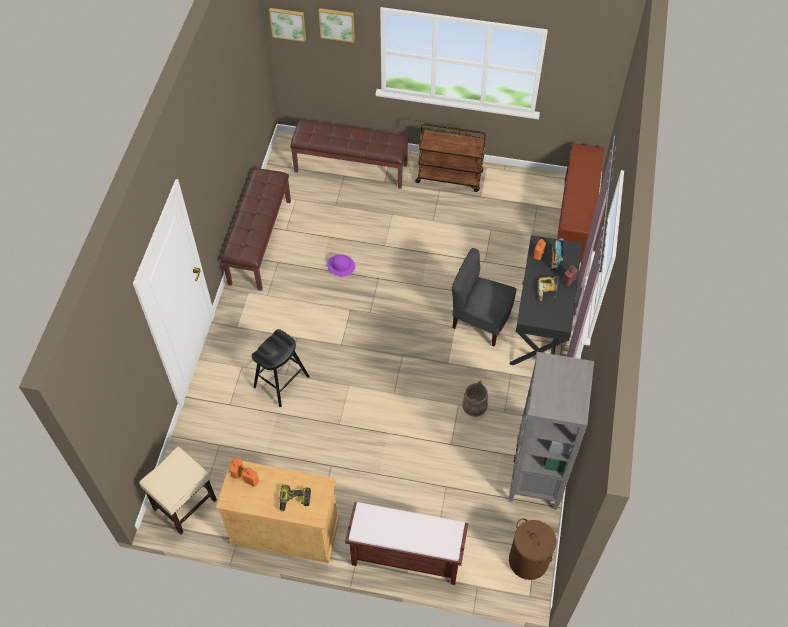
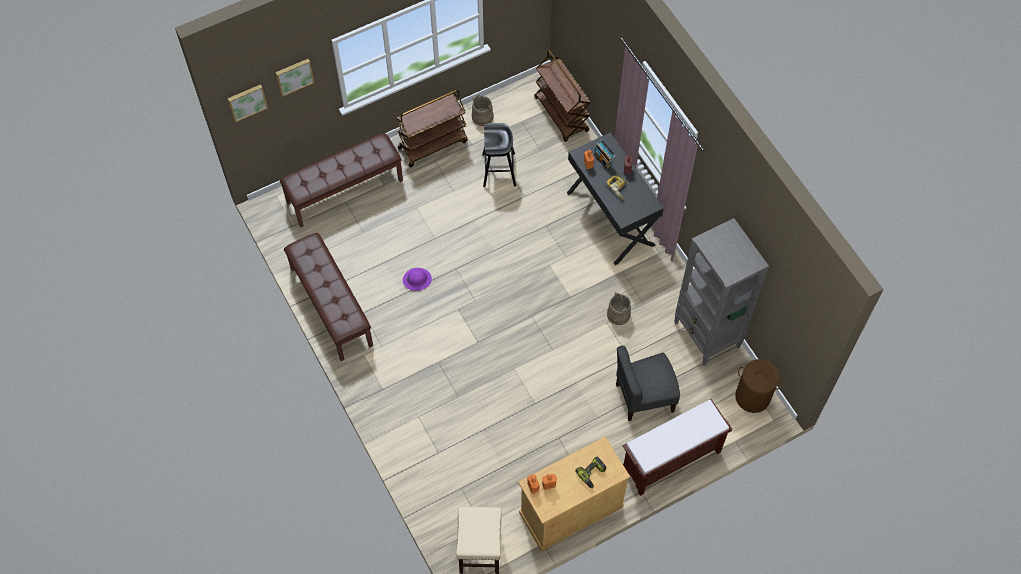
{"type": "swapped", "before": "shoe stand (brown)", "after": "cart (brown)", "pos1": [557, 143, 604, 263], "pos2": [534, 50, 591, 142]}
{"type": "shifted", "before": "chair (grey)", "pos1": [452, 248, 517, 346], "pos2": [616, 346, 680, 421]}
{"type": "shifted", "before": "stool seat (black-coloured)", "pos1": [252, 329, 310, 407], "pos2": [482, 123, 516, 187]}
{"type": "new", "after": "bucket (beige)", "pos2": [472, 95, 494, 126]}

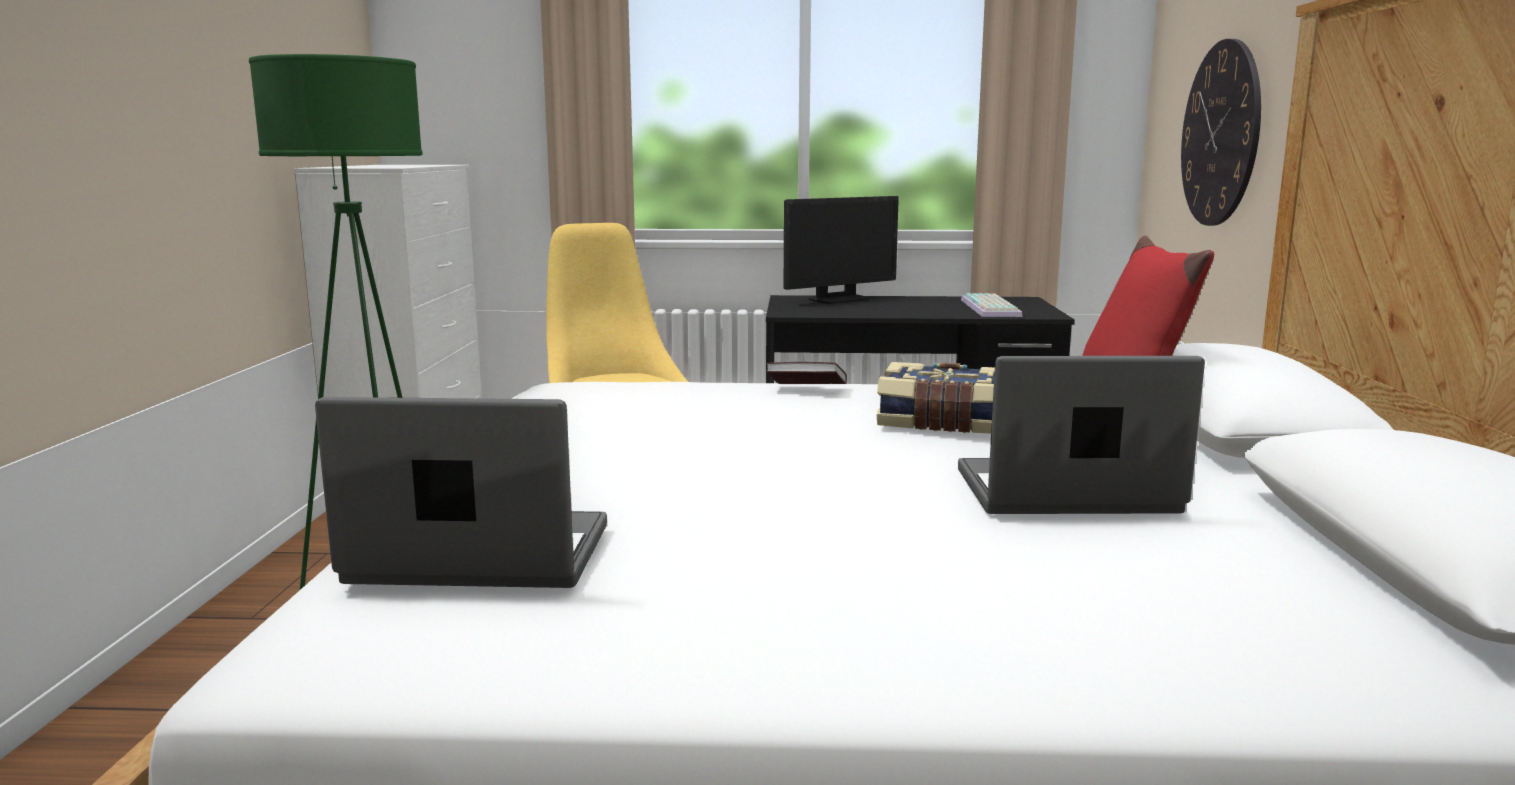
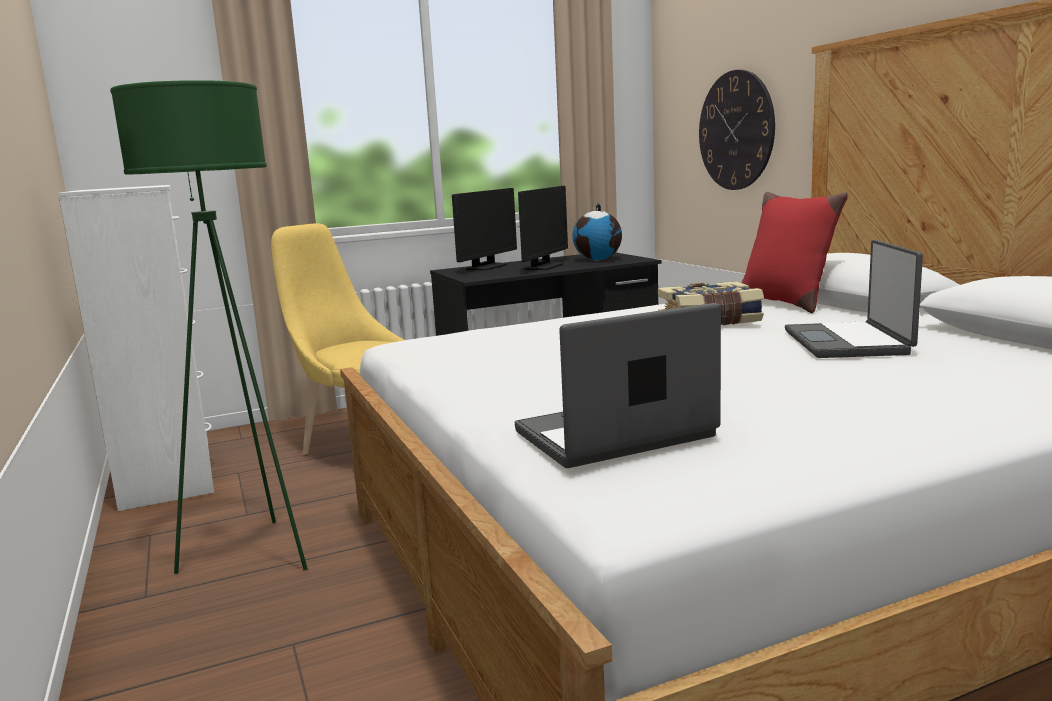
{"type": "swapped", "before": "keyboard", "after": "world globe", "pos1": [961, 293, 1023, 317], "pos2": [573, 204, 622, 261]}
{"type": "rotated", "before": "portable computer", "pos1": [958, 356, 1205, 514], "pos2": [785, 240, 923, 358], "turn": -60}
{"type": "gone", "before": "bound book", "pos1": [766, 362, 847, 384]}
{"type": "new", "after": "computer screen", "pos2": [518, 186, 568, 270]}

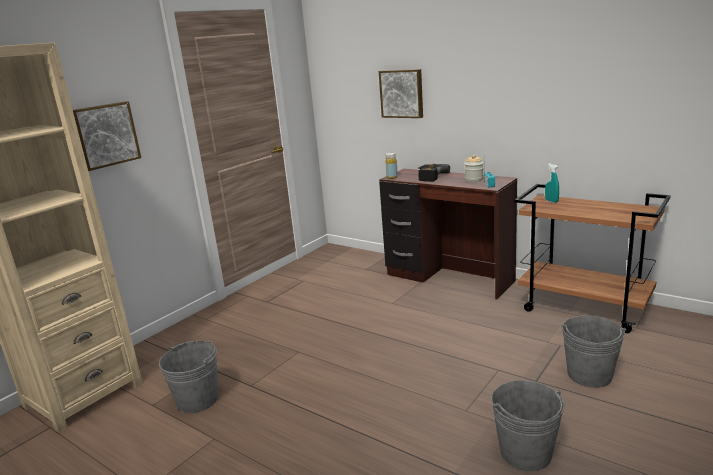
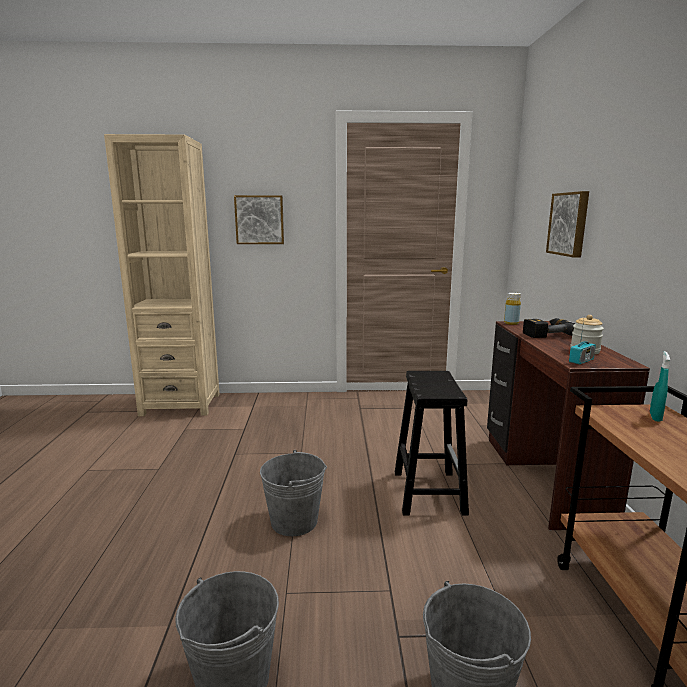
{"type": "shifted", "before": "bucket (grey)", "pos1": [159, 340, 218, 413], "pos2": [260, 450, 327, 536]}
{"type": "new", "after": "stool seat (black-coloured)", "pos2": [395, 371, 469, 516]}

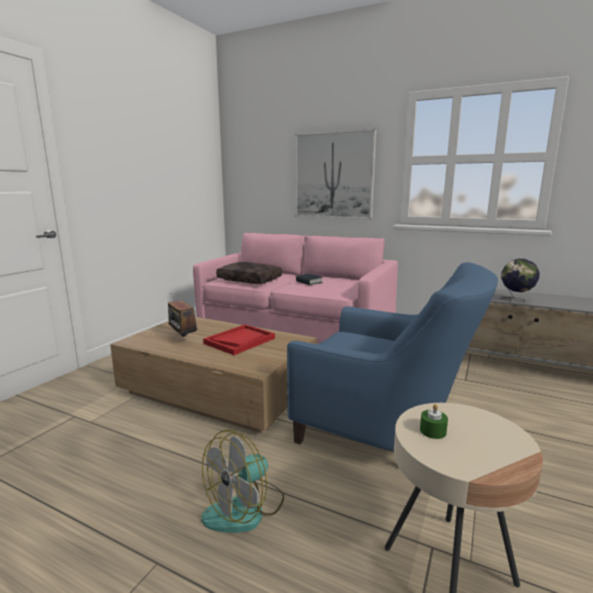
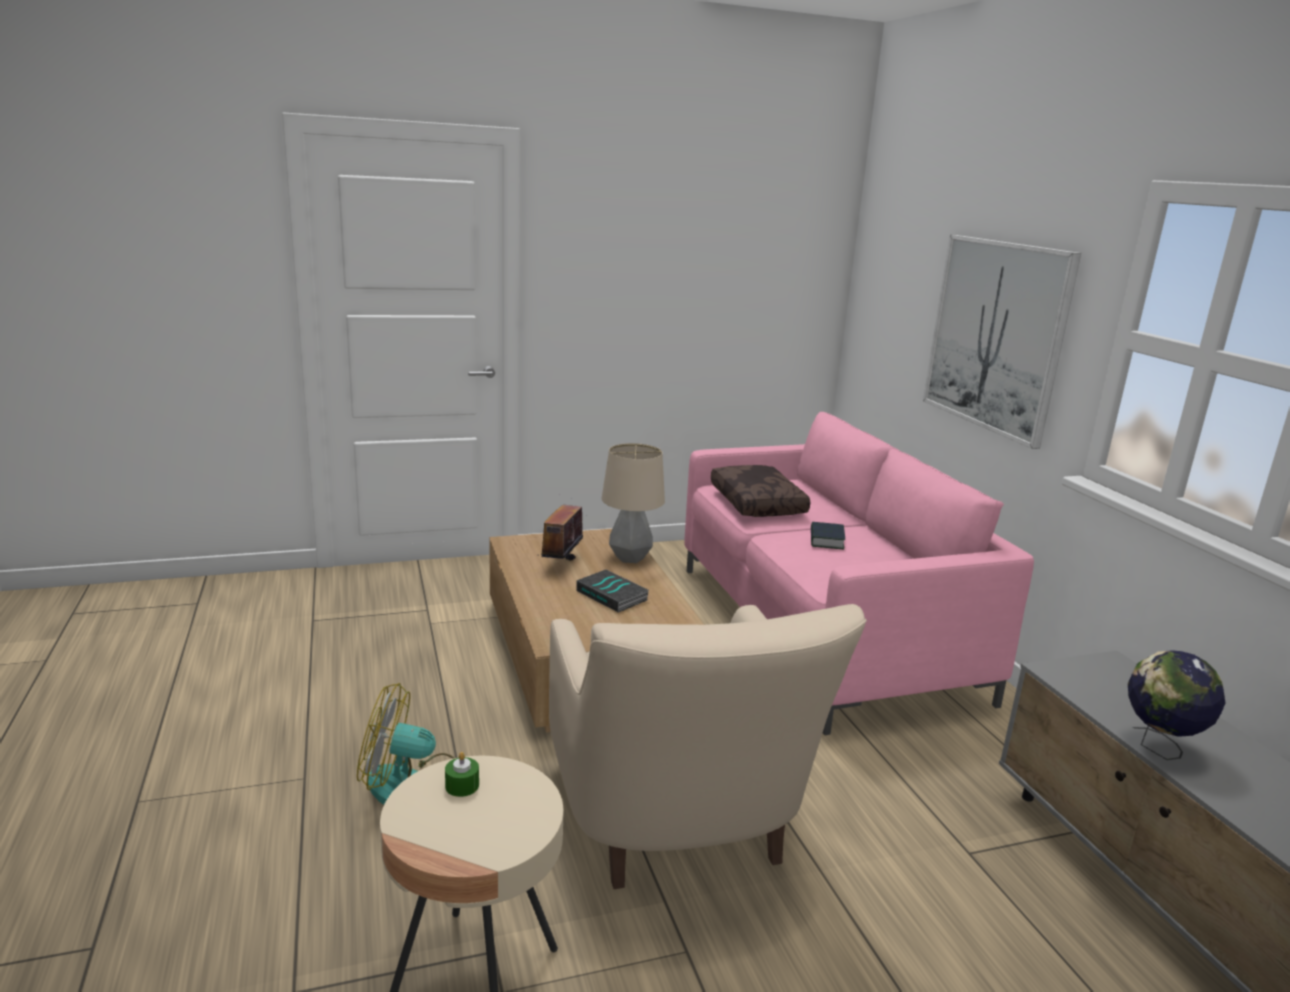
{"type": "repainted", "before": "armchair (blue)", "after": "armchair (beige)", "pos1": [287, 262, 498, 451], "pos2": [549, 604, 867, 889]}
{"type": "swapped", "before": "tray (red-coloured)", "after": "bound book", "pos1": [203, 324, 275, 355], "pos2": [577, 570, 649, 613]}
{"type": "new", "after": "lamp for a table", "pos2": [601, 443, 665, 563]}

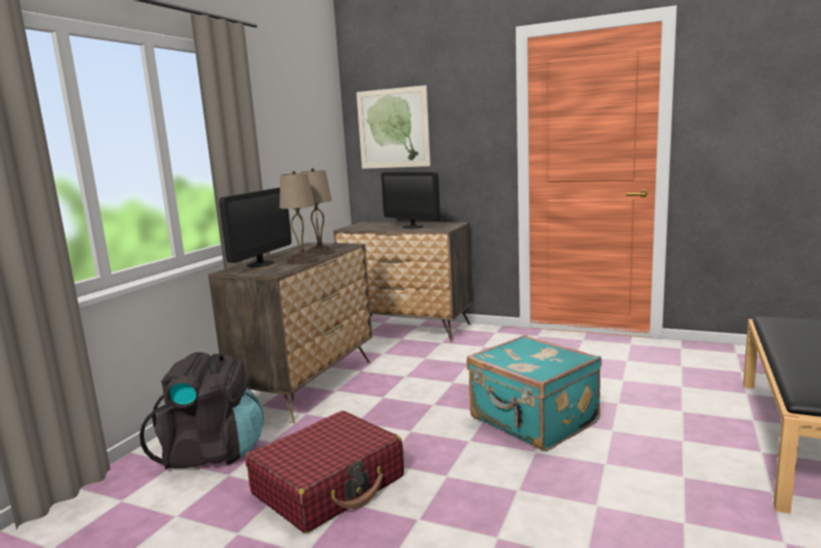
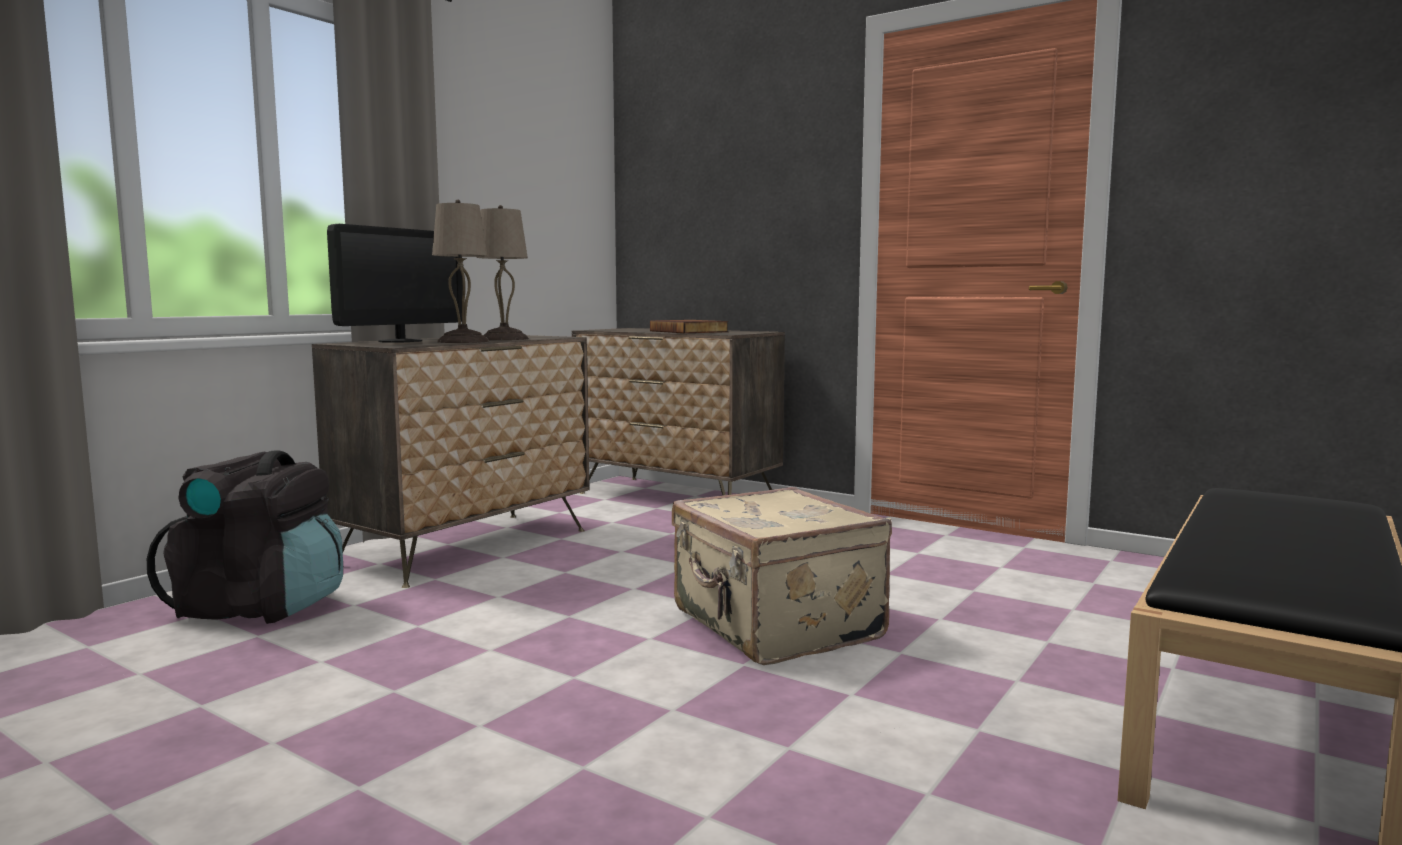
{"type": "gone", "before": "wall picture", "pos1": [356, 85, 431, 169]}
{"type": "swapped", "before": "computer screen", "after": "bound book", "pos1": [381, 172, 440, 229], "pos2": [650, 320, 728, 333]}
{"type": "repainted", "before": "travel case (turquoise)", "after": "travel case (beige)", "pos1": [467, 335, 602, 451], "pos2": [672, 487, 892, 665]}
{"type": "gone", "before": "travel case (red-coloured)", "pos1": [245, 411, 404, 533]}

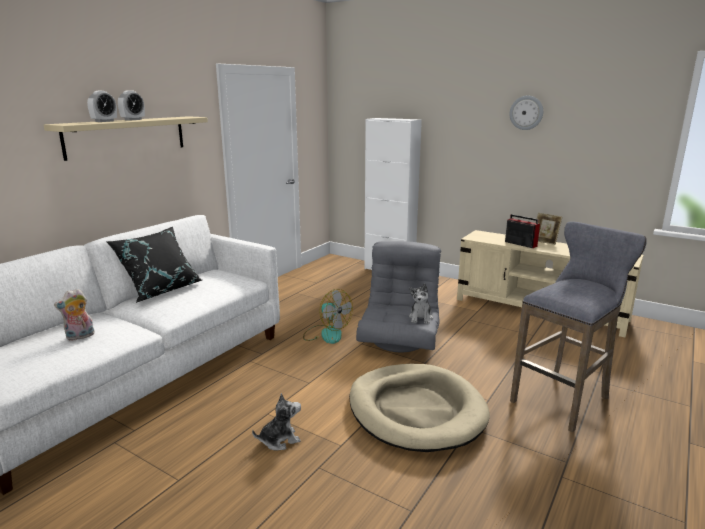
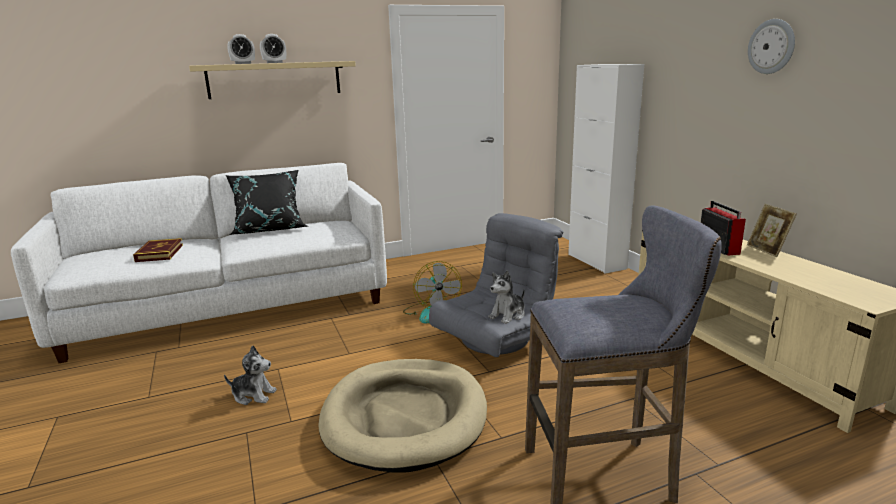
{"type": "swapped", "before": "plush toy", "after": "bound book", "pos1": [54, 289, 95, 341], "pos2": [133, 238, 183, 262]}

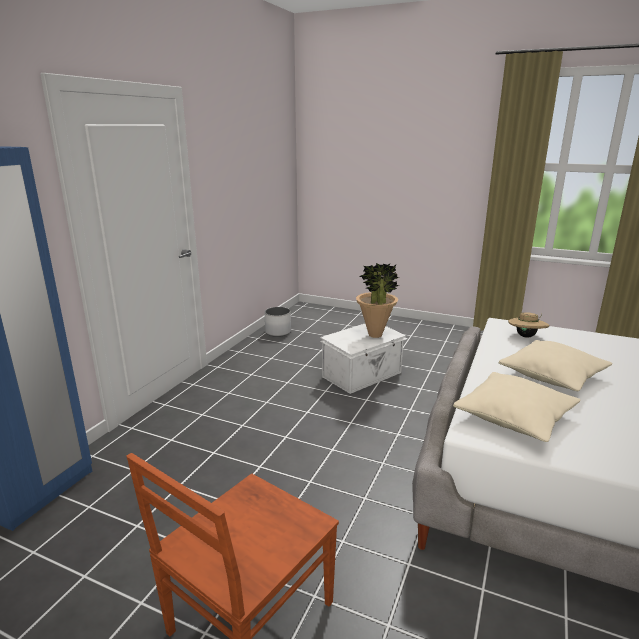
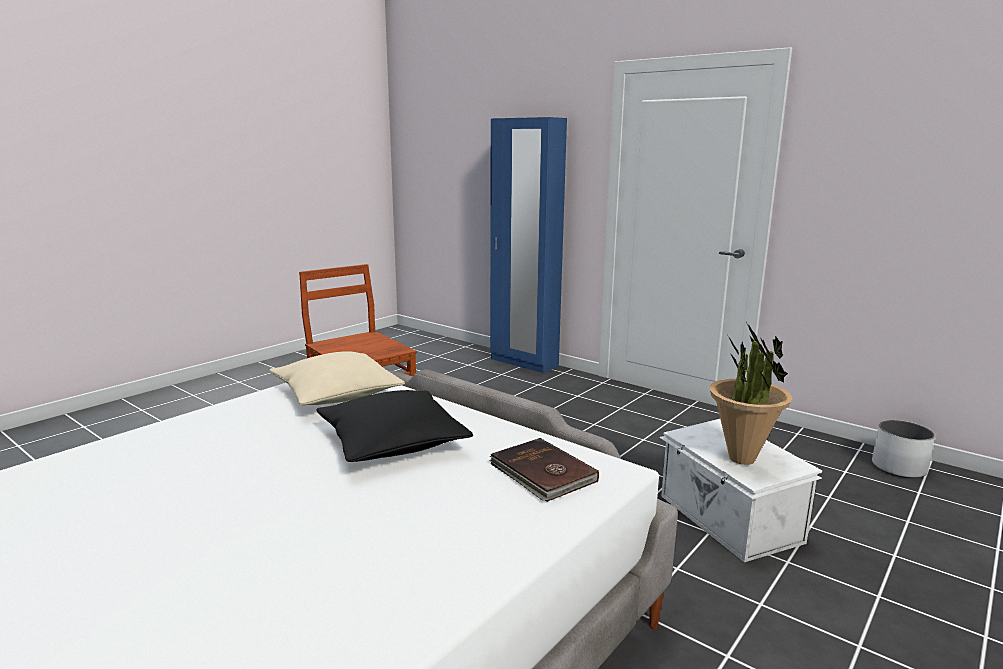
{"type": "swapped", "before": "wearable hat (beige)", "after": "bound book (brown)", "pos1": [508, 312, 549, 338], "pos2": [489, 438, 599, 502]}
{"type": "repainted", "before": "pillow (beige)", "after": "pillow (black-coloured)", "pos1": [498, 340, 613, 391], "pos2": [316, 390, 473, 462]}

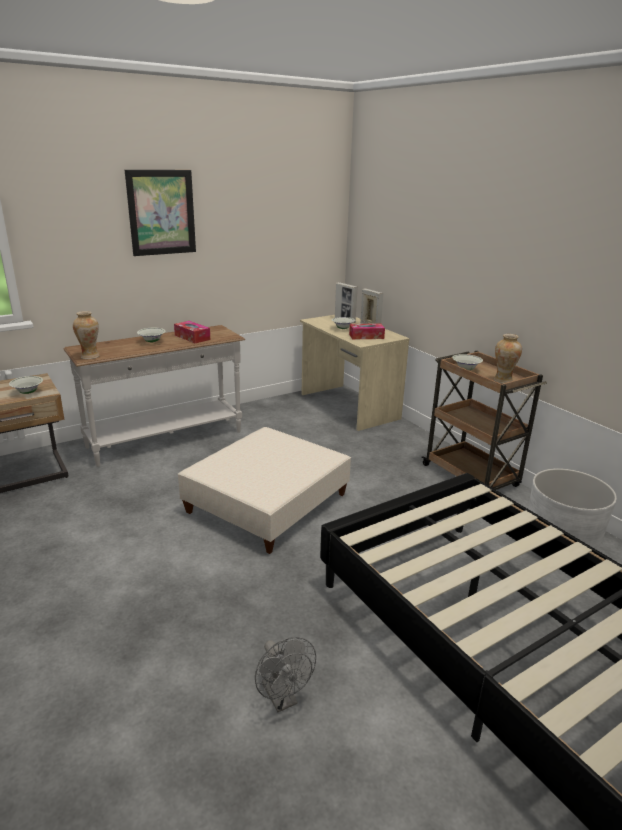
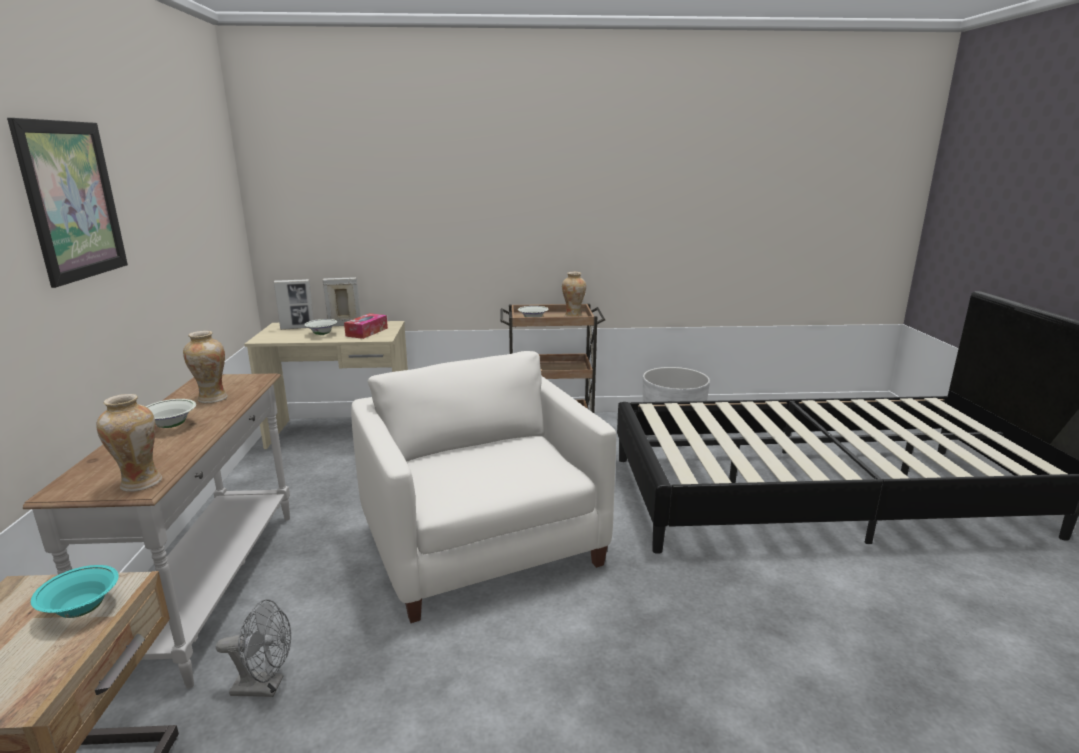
{"type": "swapped", "before": "tissue holder", "after": "decorative vase", "pos1": [174, 321, 210, 343], "pos2": [183, 331, 228, 403]}
{"type": "repainted", "before": "bowl (white)", "after": "bowl (turquoise)", "pos1": [9, 376, 43, 394], "pos2": [31, 565, 119, 618]}
{"type": "swapped", "before": "ottoman (beige)", "after": "armchair (white)", "pos1": [178, 427, 351, 554], "pos2": [351, 351, 616, 623]}
{"type": "shifted", "before": "cooling fan (grey)", "pos1": [255, 637, 316, 712], "pos2": [216, 599, 291, 697]}

